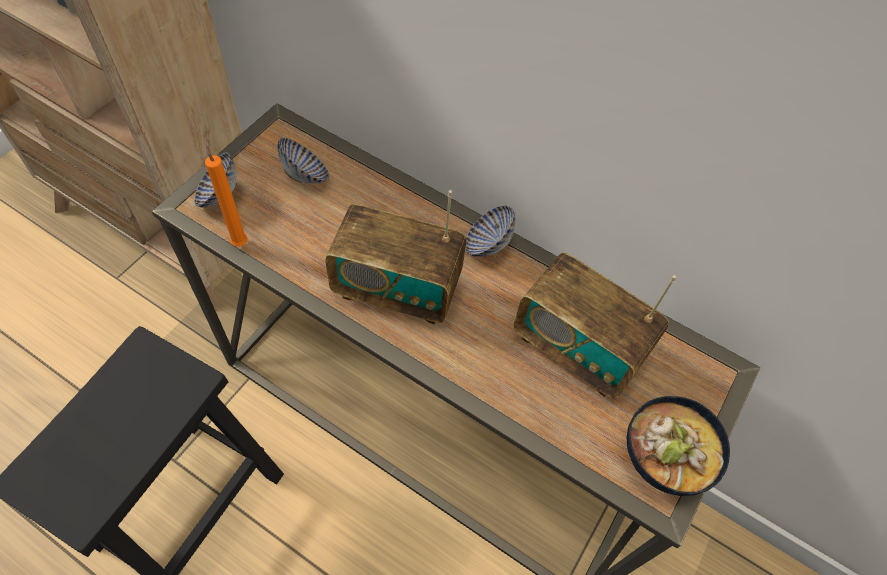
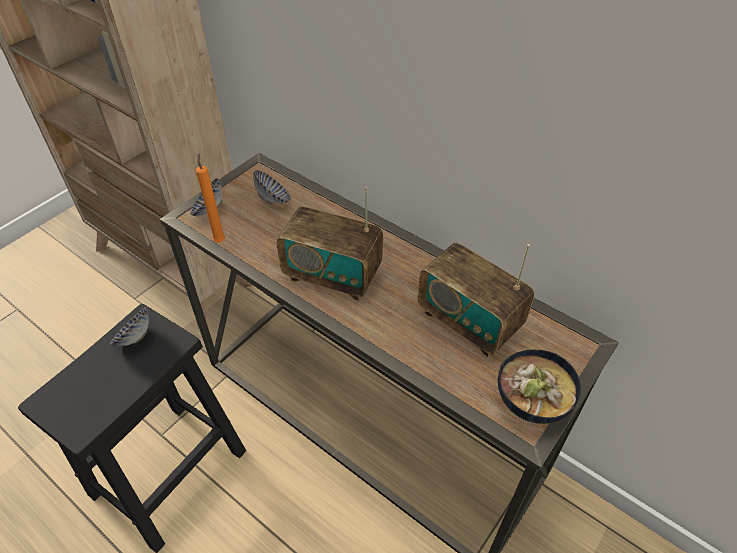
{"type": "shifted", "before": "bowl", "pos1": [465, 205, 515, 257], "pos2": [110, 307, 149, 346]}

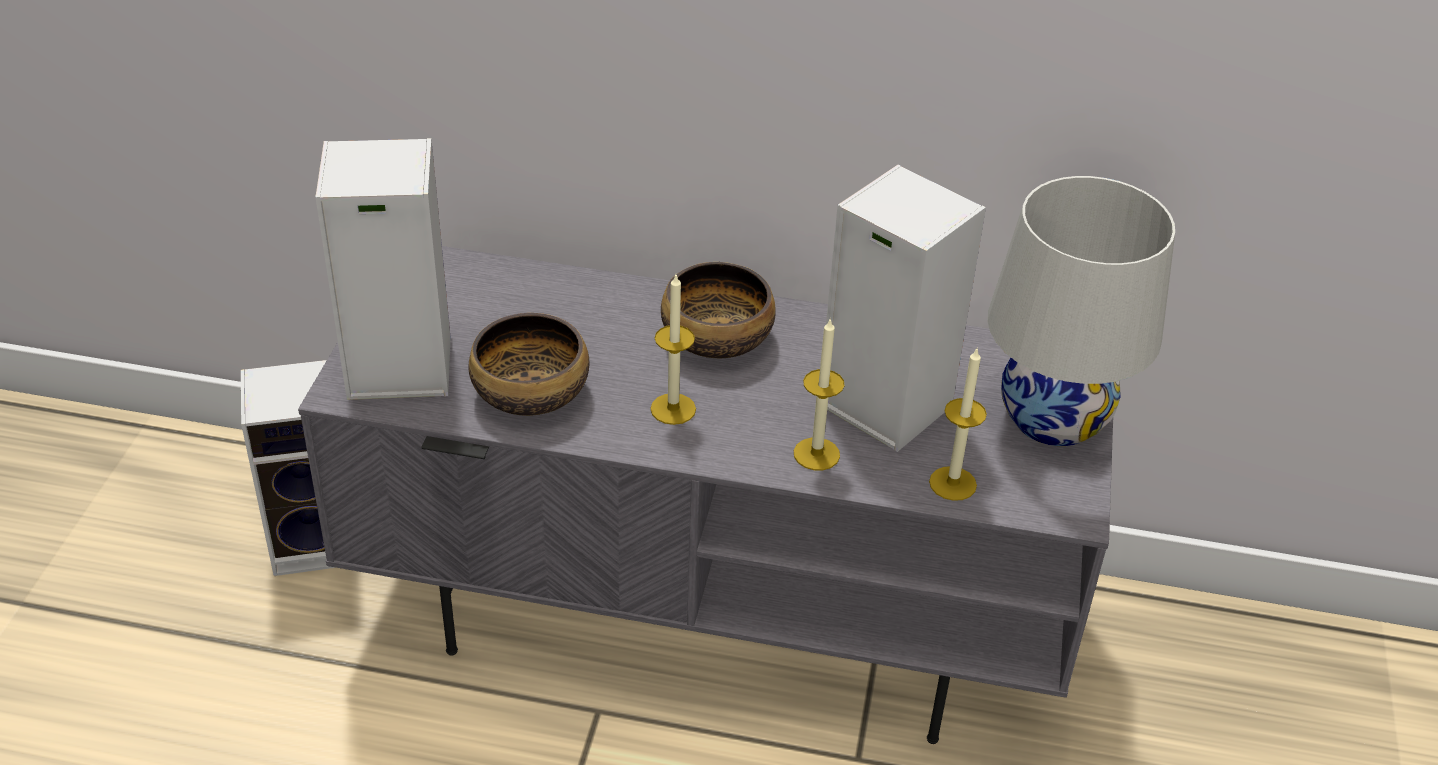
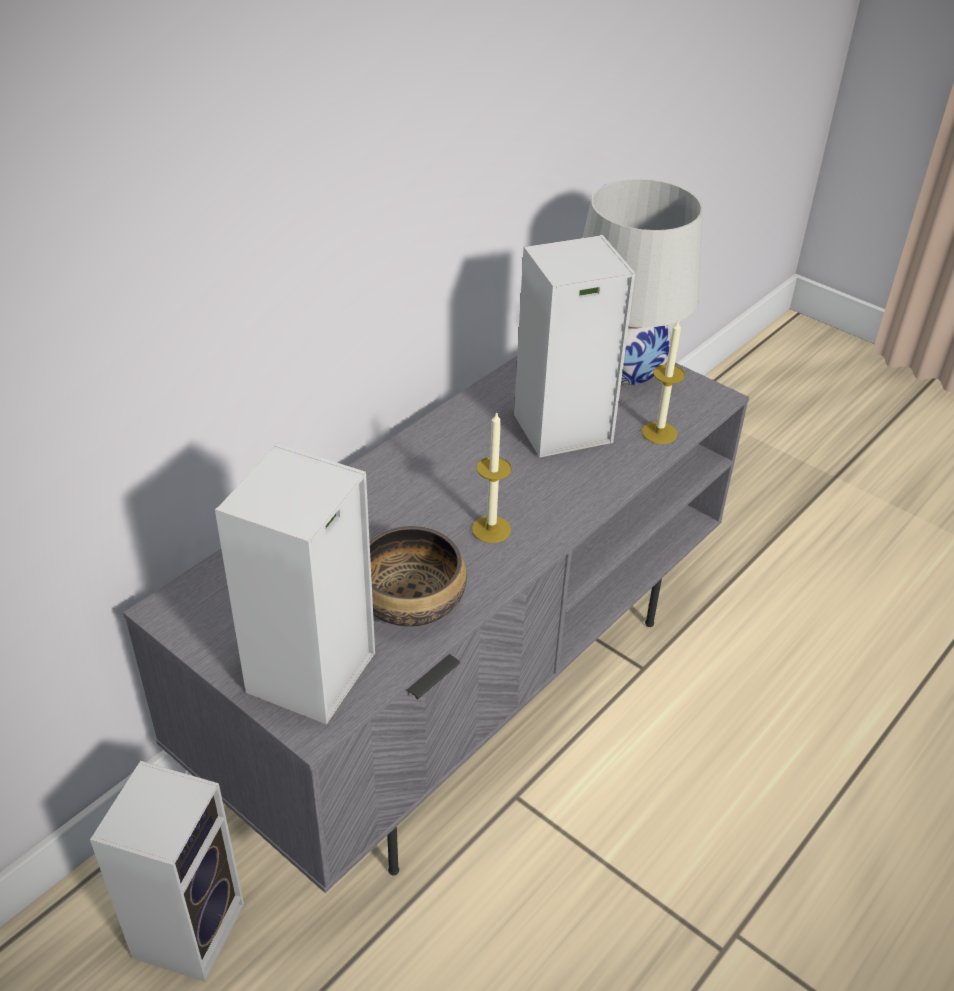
{"type": "gone", "before": "bowl", "pos1": [661, 262, 776, 358]}
{"type": "gone", "before": "candle", "pos1": [794, 318, 844, 470]}

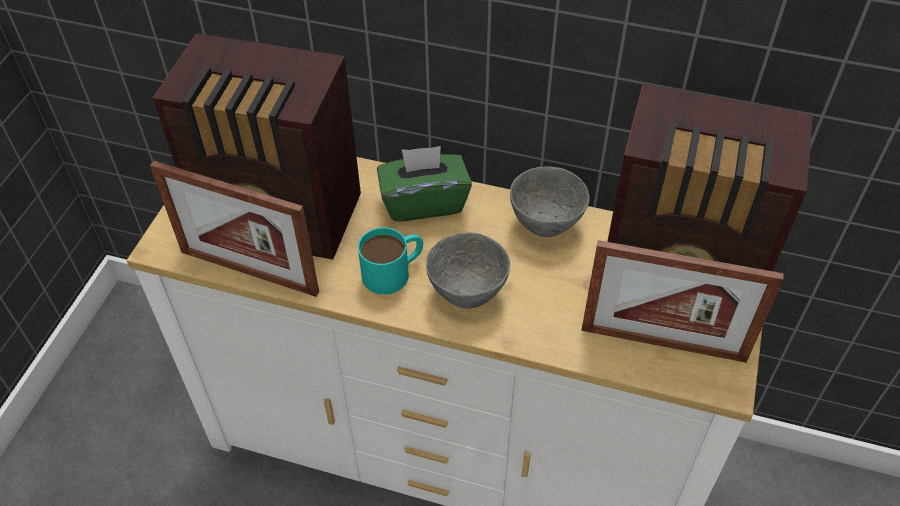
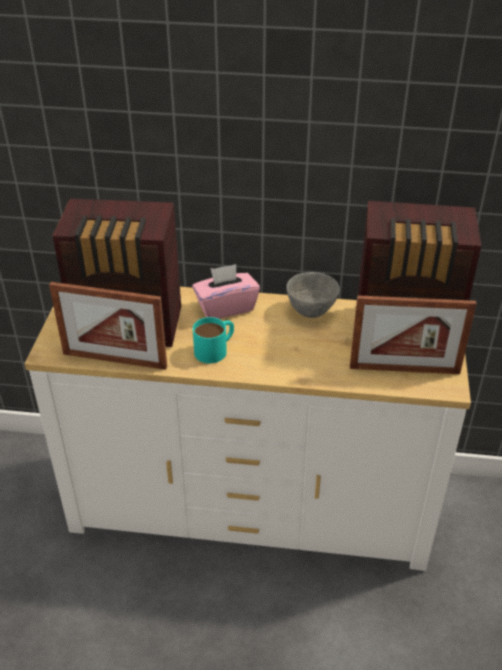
{"type": "repainted", "before": "tissue holder (greenish)", "after": "tissue holder (pink-coloured)", "pos1": [377, 146, 472, 222], "pos2": [192, 264, 260, 319]}
{"type": "gone", "before": "bowl (grey)", "pos1": [426, 232, 510, 308]}

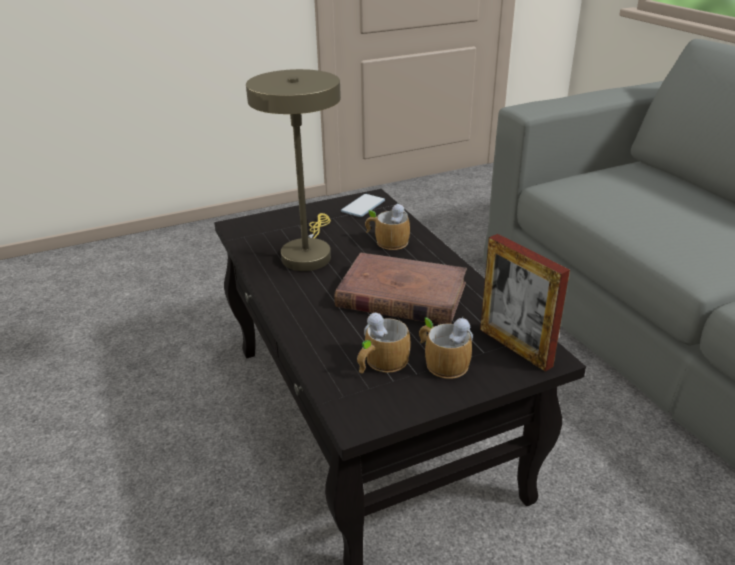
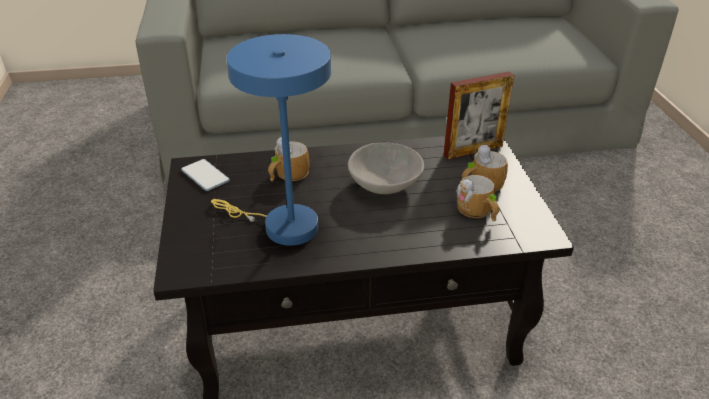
{"type": "repainted", "before": "lamp for a table (beige)", "after": "lamp for a table (blue)", "pos1": [246, 69, 341, 271], "pos2": [211, 34, 331, 246]}
{"type": "swapped", "before": "bound book (brown)", "after": "bowl (grey)", "pos1": [334, 252, 467, 324], "pos2": [348, 142, 424, 194]}

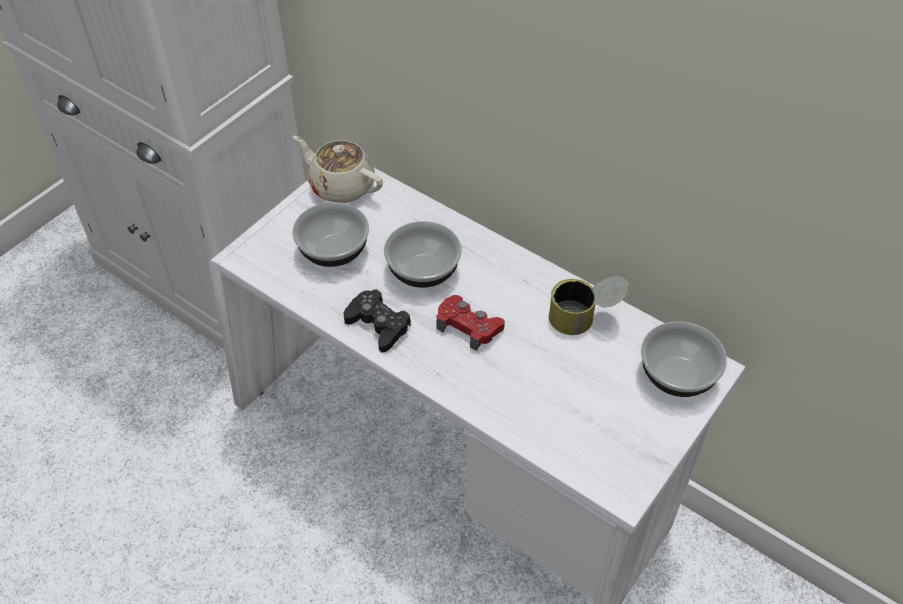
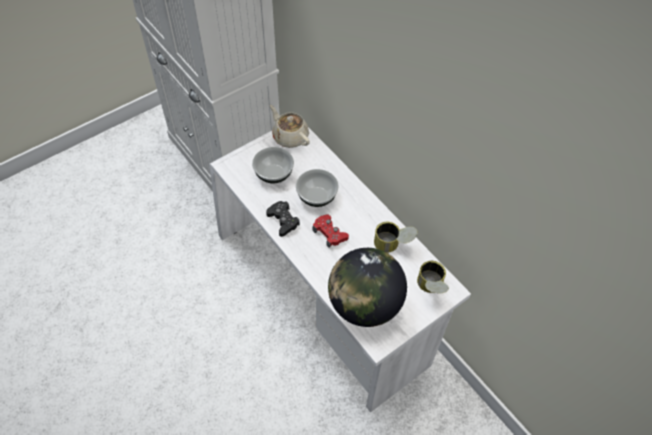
{"type": "swapped", "before": "bowl", "after": "can", "pos1": [641, 321, 727, 397], "pos2": [417, 261, 449, 293]}
{"type": "new", "after": "world globe", "pos2": [328, 248, 407, 327]}

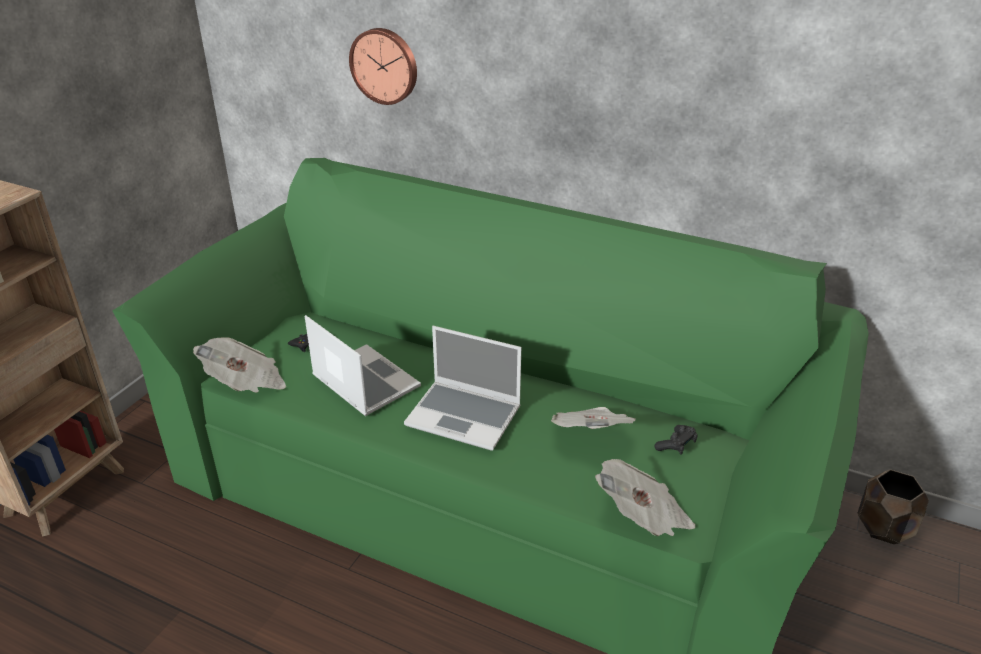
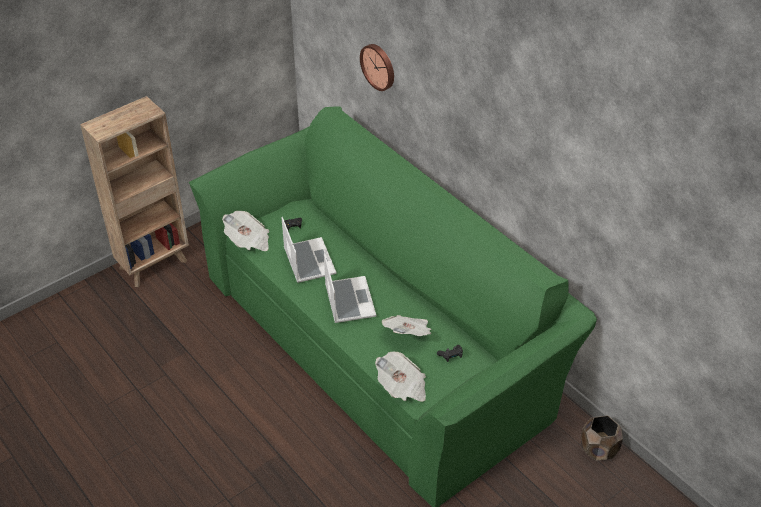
{"type": "rotated", "before": "portable computer", "pos1": [404, 326, 521, 451], "pos2": [324, 253, 376, 323], "turn": -150}

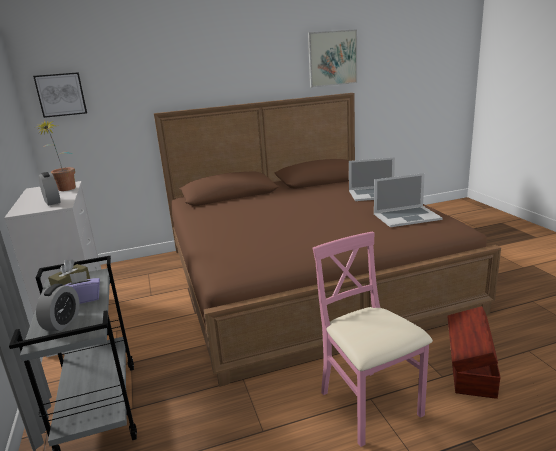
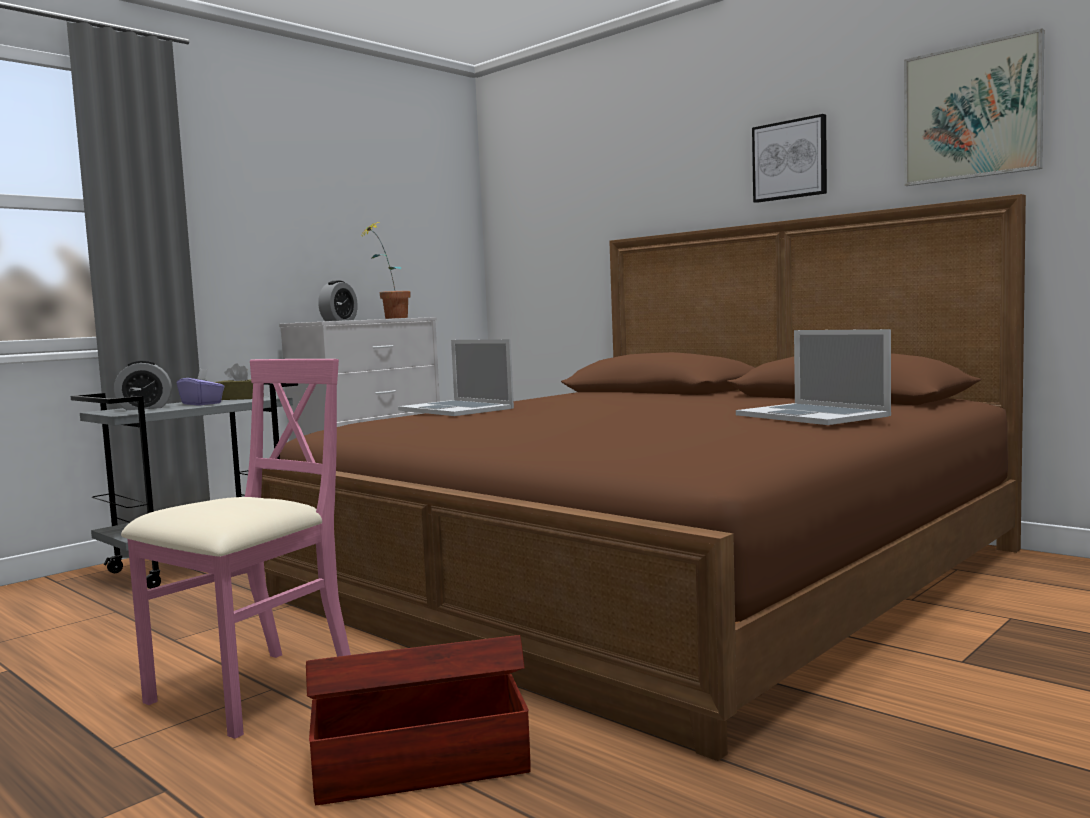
{"type": "shifted", "before": "wall picture", "pos1": [33, 72, 87, 118], "pos2": [752, 114, 827, 203]}
{"type": "shifted", "before": "portable computer", "pos1": [374, 173, 443, 227], "pos2": [398, 339, 514, 416]}

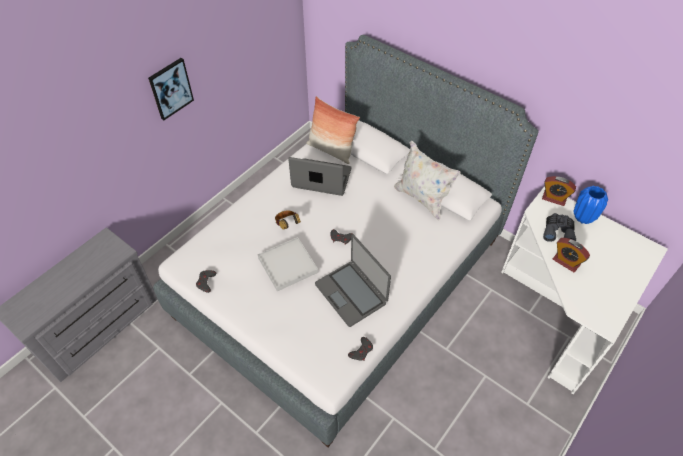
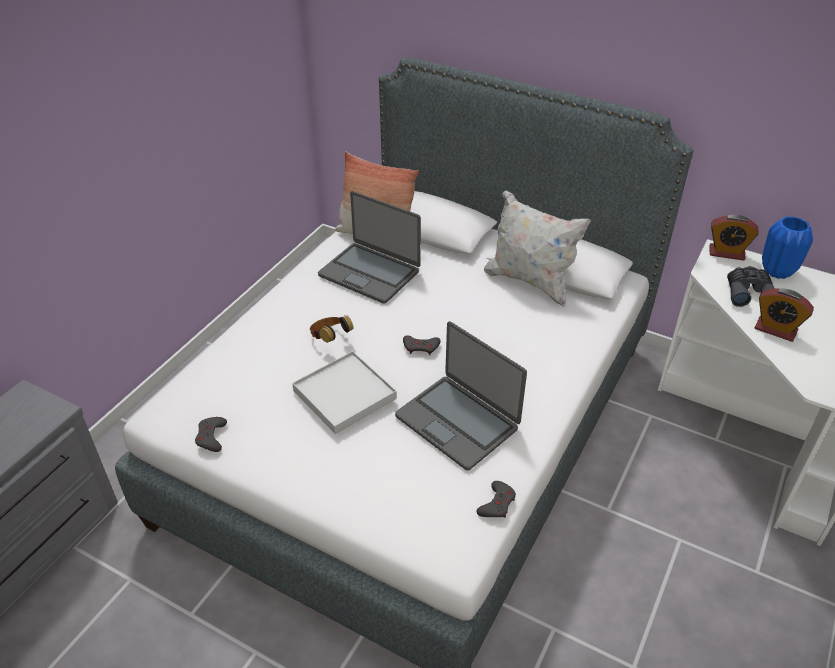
{"type": "gone", "before": "wall picture", "pos1": [148, 58, 194, 120]}
{"type": "rotated", "before": "portable computer", "pos1": [288, 157, 351, 196], "pos2": [318, 191, 421, 304], "turn": -150}

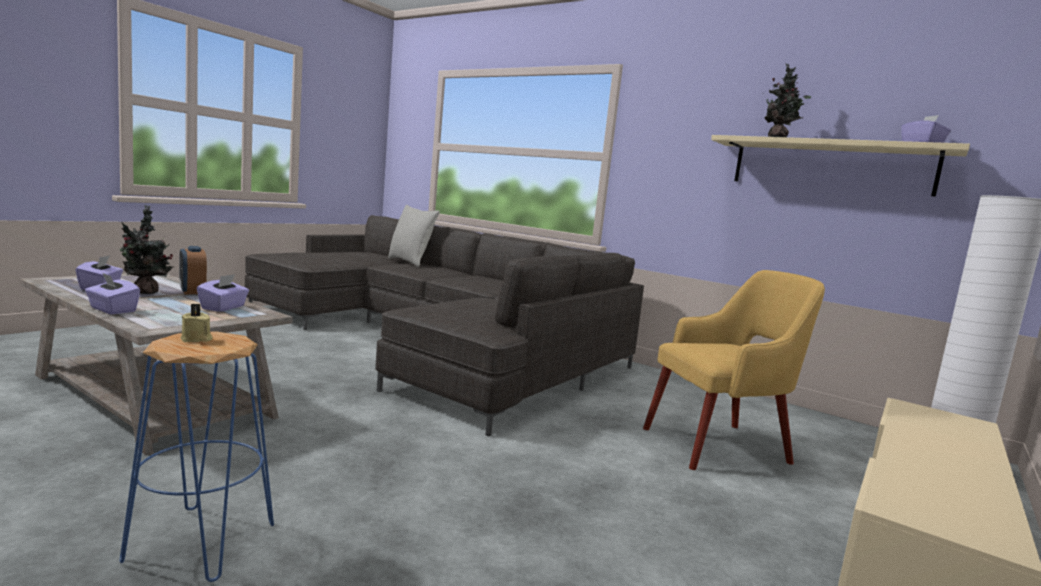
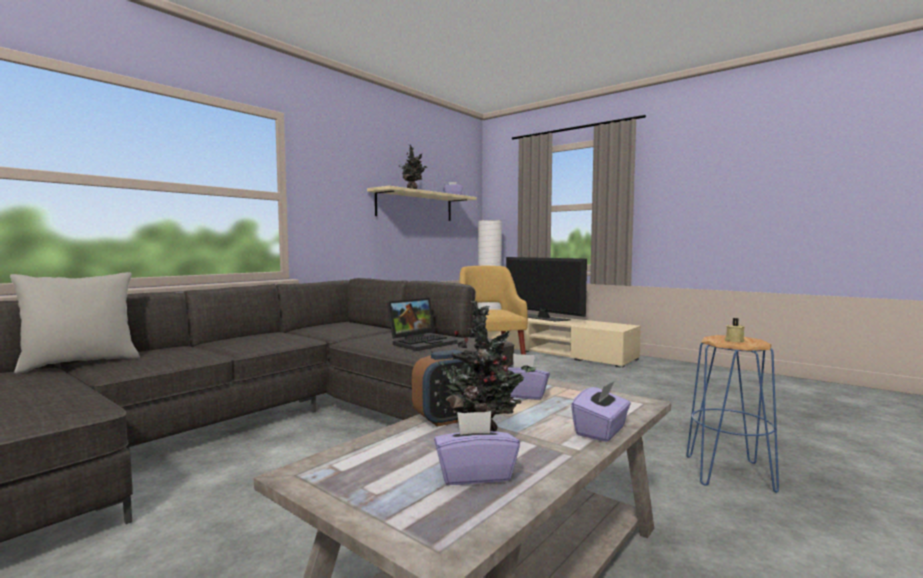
{"type": "new", "after": "TV", "pos2": [506, 257, 587, 321]}
{"type": "new", "after": "portable computer", "pos2": [387, 298, 458, 351]}

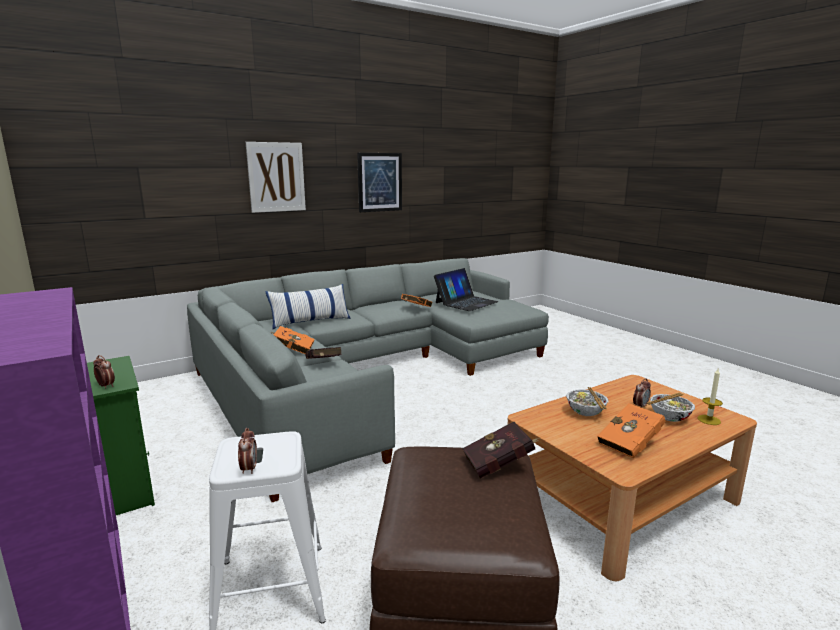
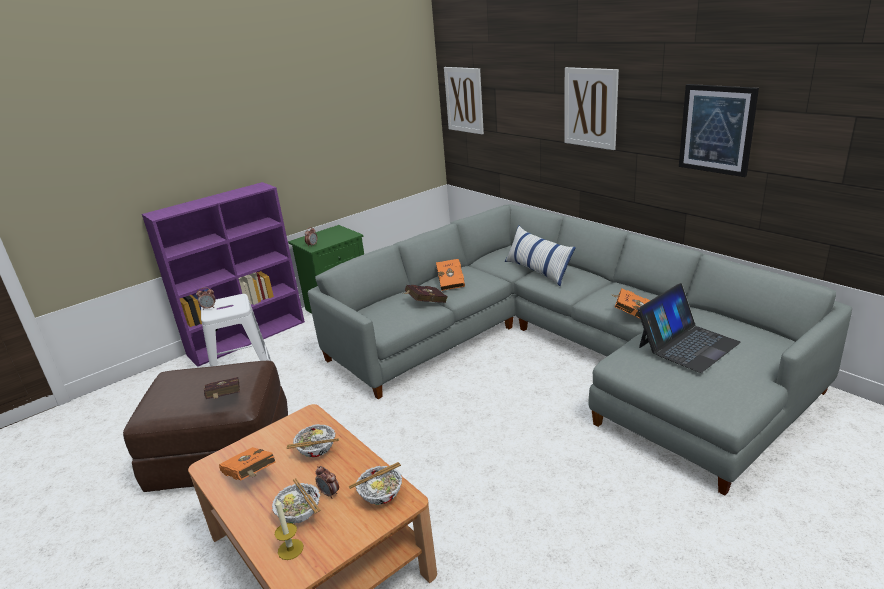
{"type": "rotated", "before": "portable computer", "pos1": [434, 268, 499, 311], "pos2": [638, 283, 741, 373], "turn": -75}
{"type": "new", "after": "wall picture", "pos2": [444, 67, 484, 134]}
{"type": "new", "after": "bowl", "pos2": [349, 462, 402, 505]}

